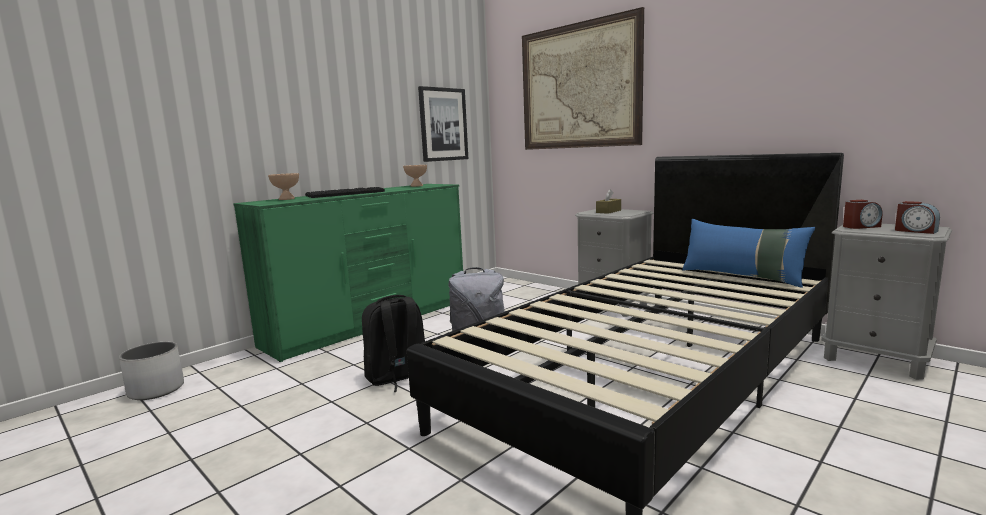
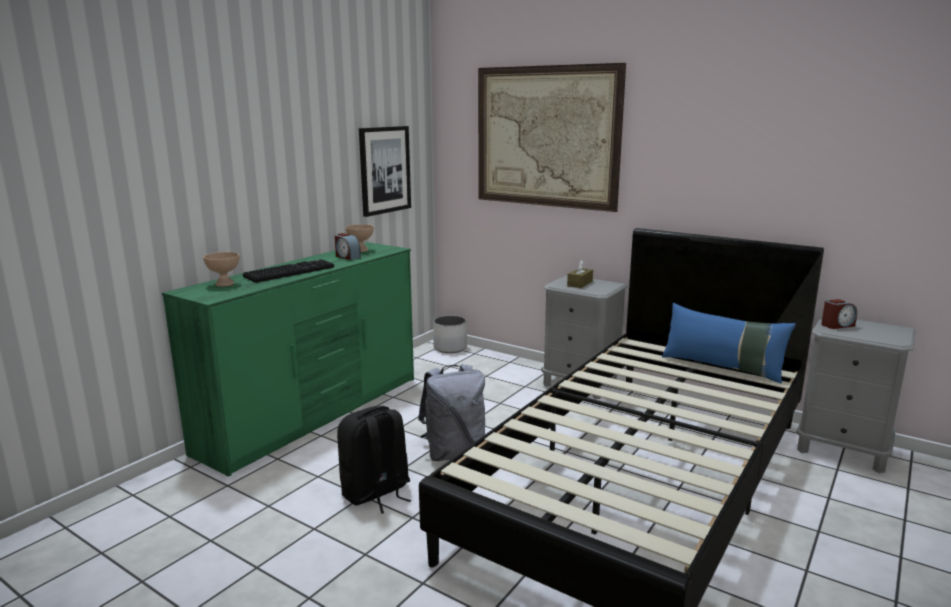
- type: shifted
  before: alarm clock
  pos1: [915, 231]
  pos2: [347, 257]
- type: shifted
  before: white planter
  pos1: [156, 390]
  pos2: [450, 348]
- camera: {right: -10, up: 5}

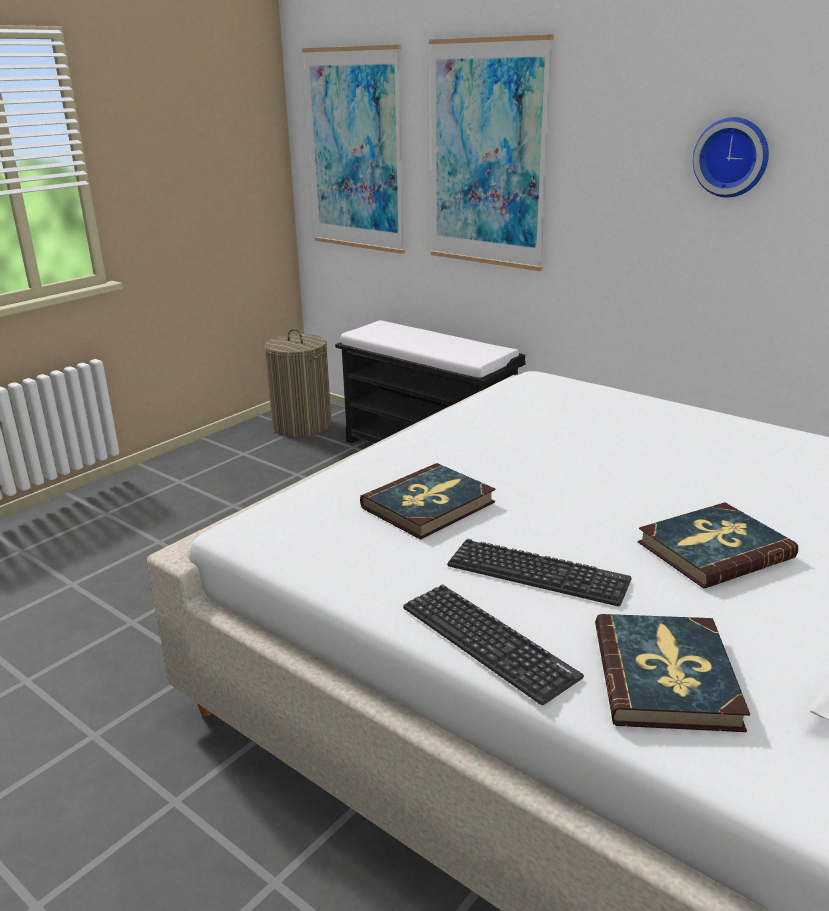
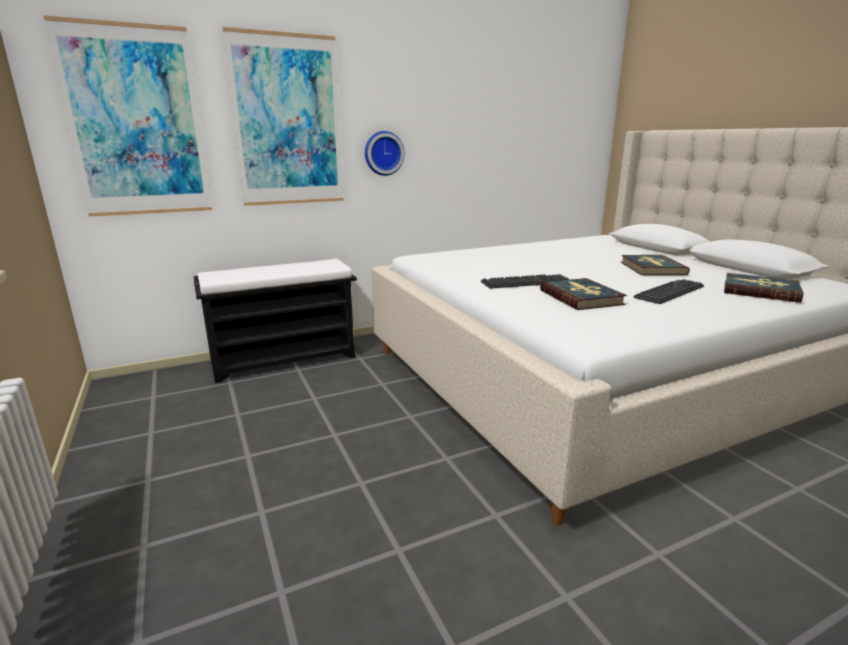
- type: shifted
  before: wall clock
  pos1: [732, 157]
  pos2: [383, 153]
- type: gone
  before: laundry basket
  pos1: [301, 425]
- type: shifted
  before: keyboard
  pos1: [487, 641]
  pos2: [525, 282]
- camera: {right: -65, up: -5}

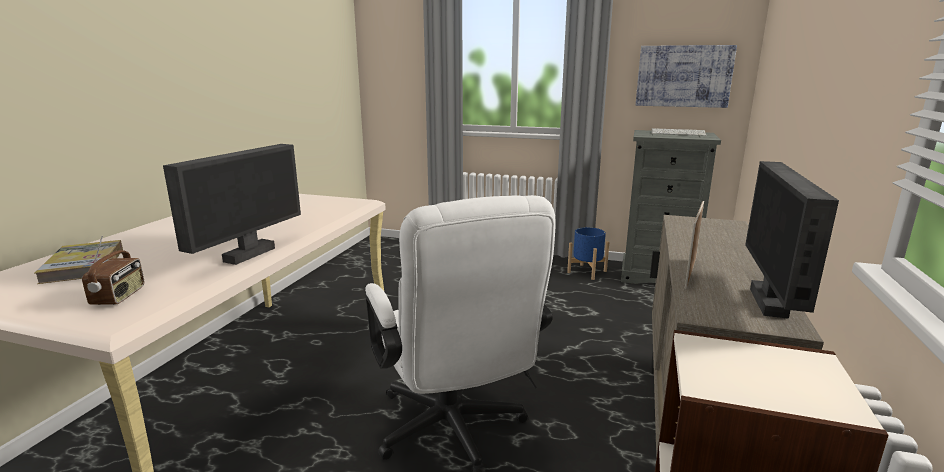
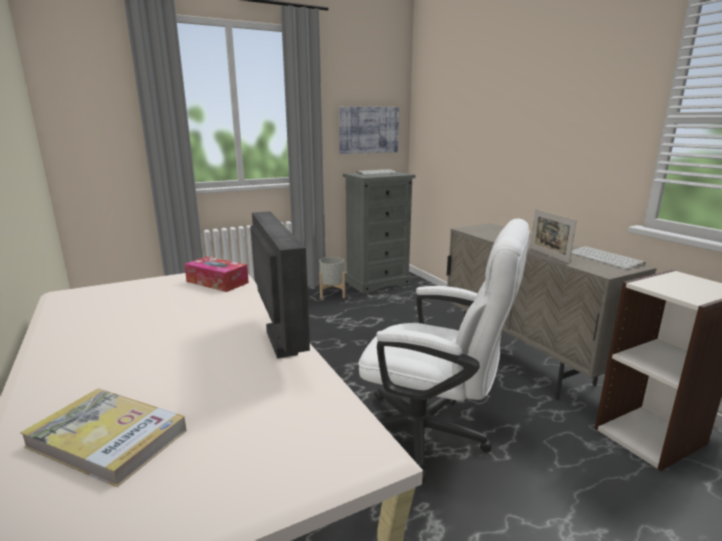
- type: swapped
  before: monitor
  after: keyboard
  pos1: [771, 303]
  pos2: [606, 258]
- type: repainted
  before: blue planter
  after: grey planter
  pos1: [586, 271]
  pos2: [332, 294]
- type: gone
  before: radio
  pos1: [119, 296]
- type: new
  after: tissue box
  pos2: [217, 282]
- camera: {right: -45, up: 0}

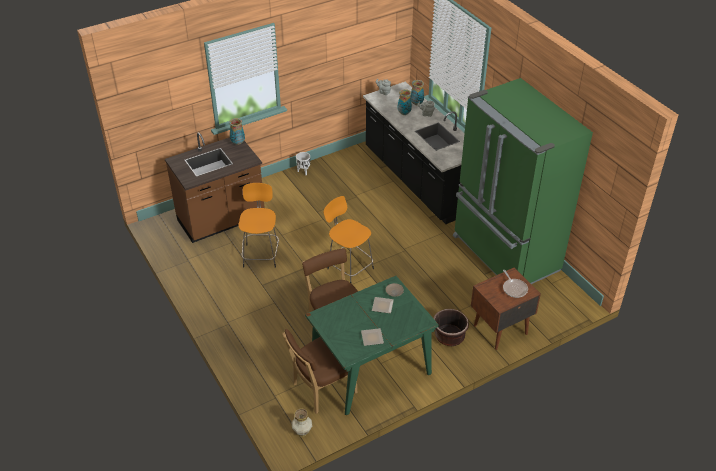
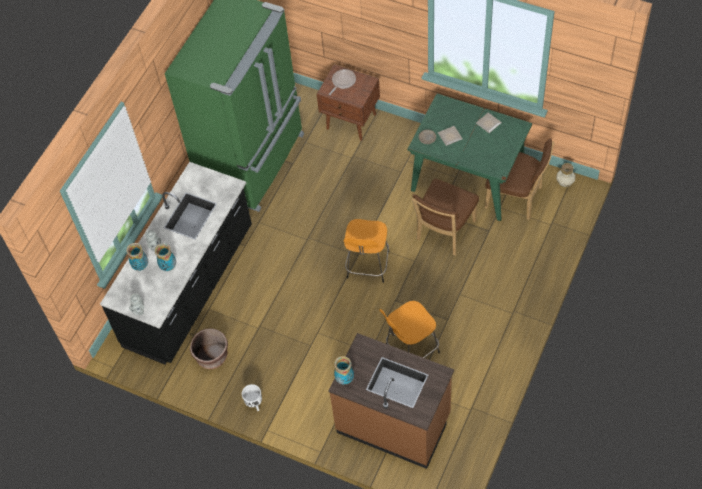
- type: shifted
  before: brown planter
  pos1: [449, 337]
  pos2: [212, 356]
- camera: {right: -120, up: 15}

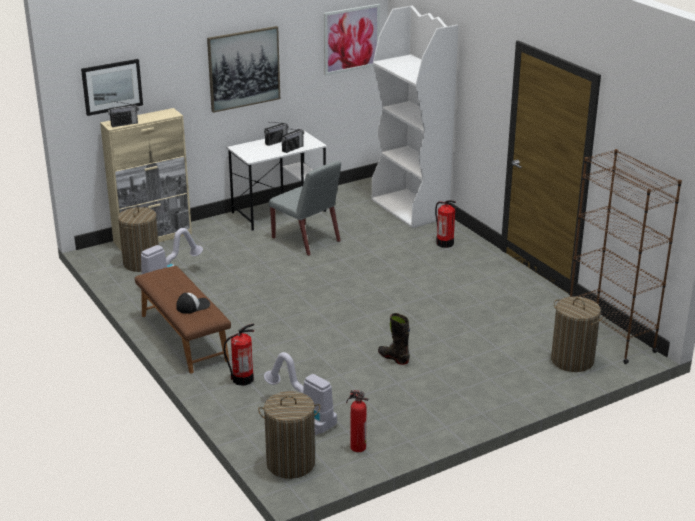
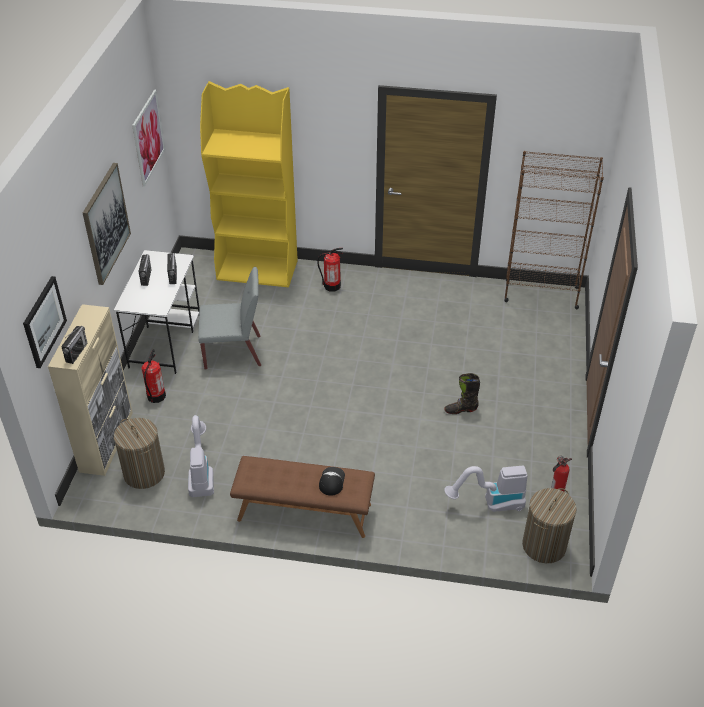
- type: repainted
  before: white bookcase
  after: yellow bookcase
  pos1: [410, 209]
  pos2: [258, 270]
- type: gone
  before: laundry basket
  pos1: [572, 360]
- type: shifted
  before: fire extinguisher
  pos1: [242, 379]
  pos2: [156, 396]
- camera: {right: -50, up: 15}

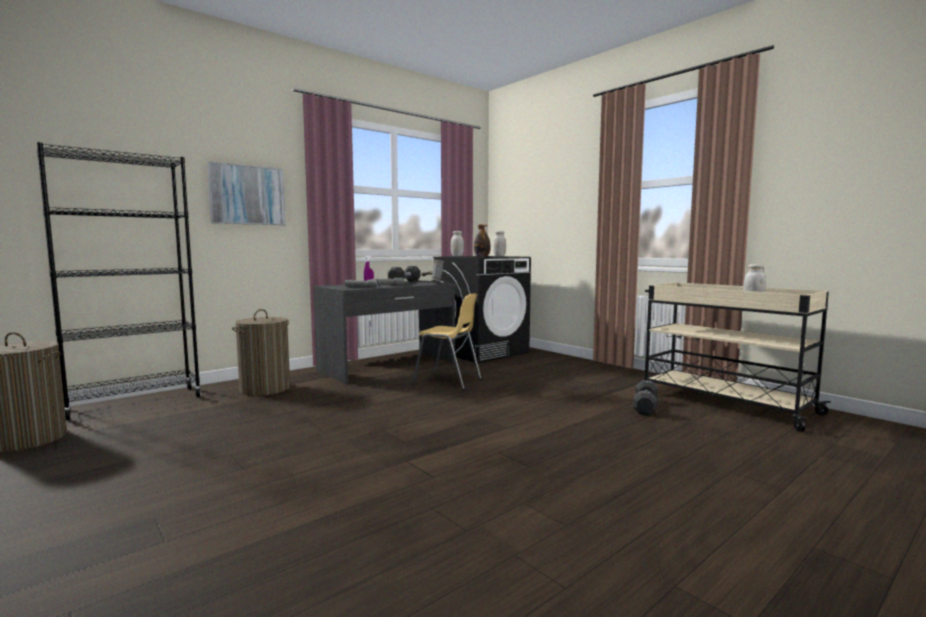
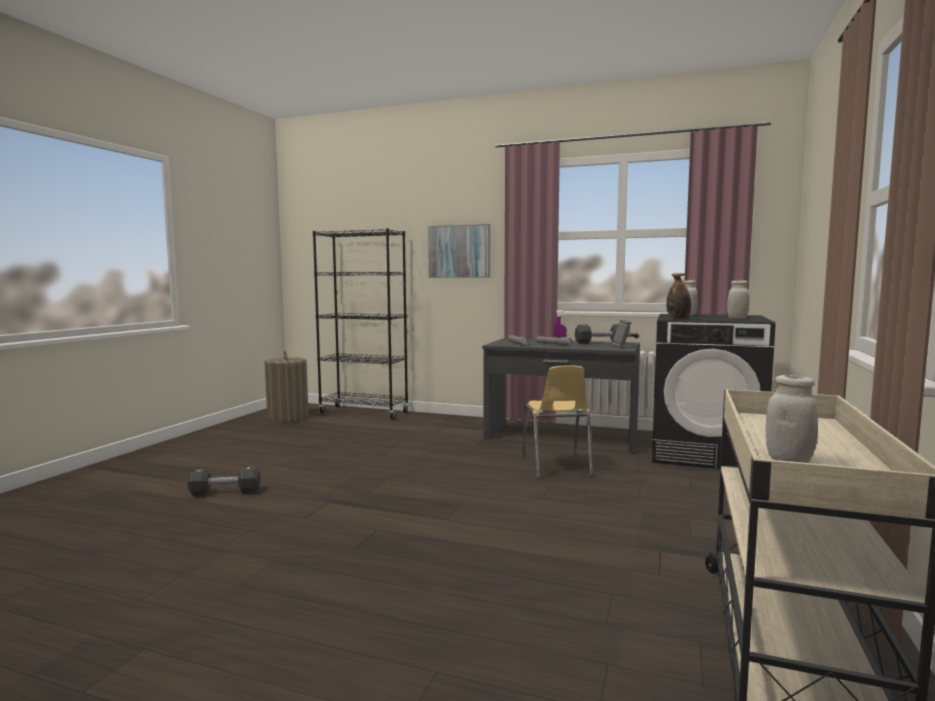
- type: gone
  before: laundry basket
  pos1: [265, 388]
- type: shifted
  before: black dumbbell
  pos1: [645, 407]
  pos2: [225, 492]
- camera: {right: 60, up: 0}

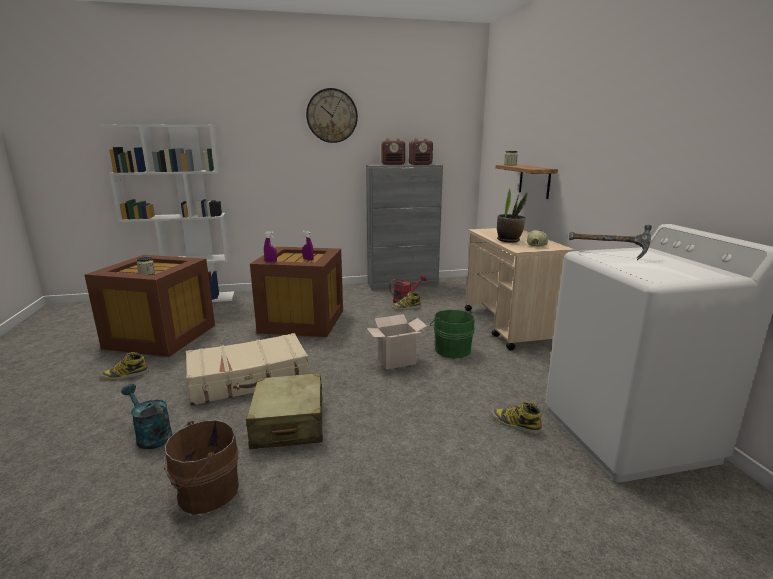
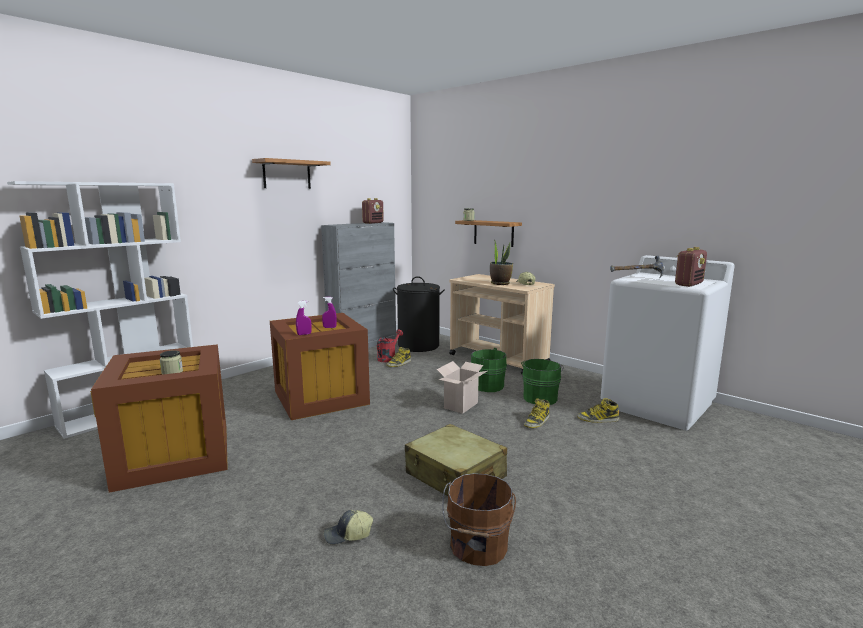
- type: swapped
  before: wall clock
  after: shelf
  pos1: [332, 116]
  pos2: [287, 174]
- type: shifted
  before: radio
  pos1: [393, 164]
  pos2: [688, 284]
- type: gone
  before: beige suitcase
  pos1: [249, 379]
- type: shifted
  before: boot
  pos1: [125, 375]
  pos2: [537, 421]
- type: swapped
  before: turquoise watering can
  after: cap
  pos1: [151, 435]
  pos2: [348, 535]
- type: new
  after: black laundry basket
  pos2: [418, 345]
- type: new
  after: green bucket
  pos2: [540, 397]
- camera: {right: -35, up: -5}

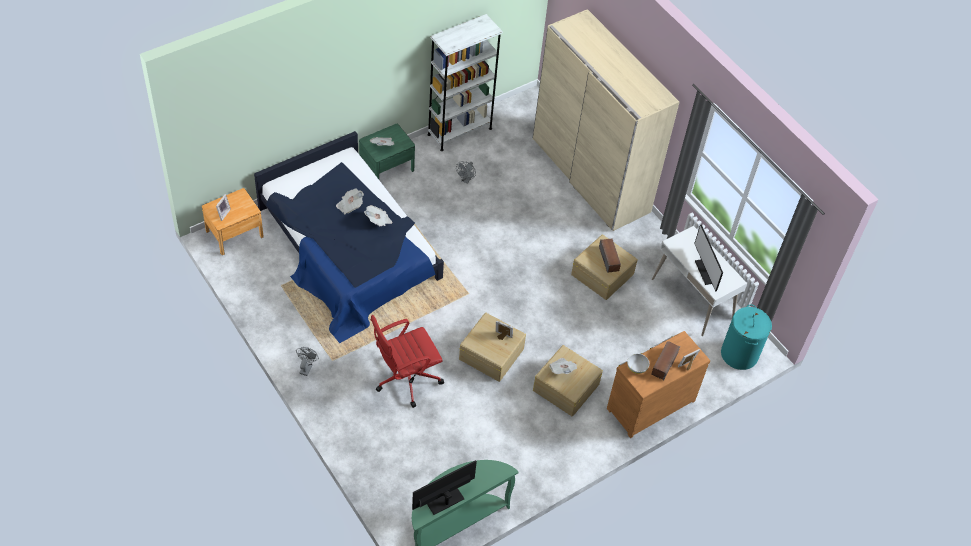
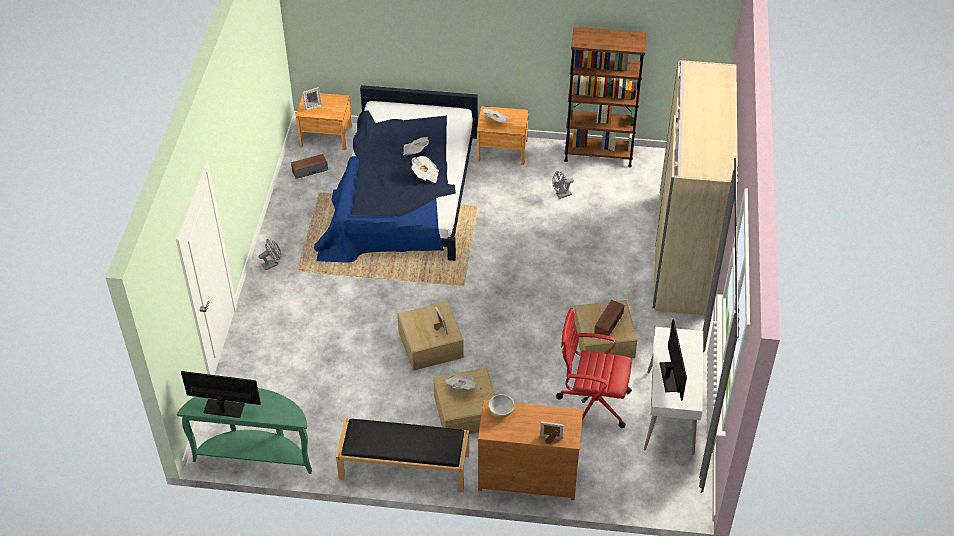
- type: repainted
  before: white bookcase
  after: brown bookcase
  pos1: [459, 131]
  pos2: [598, 154]
- type: repainted
  before: green nightstand
  after: brown nightstand
  pos1: [386, 167]
  pos2: [502, 150]
- type: rotated
  before: monitor
  pos1: [706, 271]
  pos2: [670, 377]
  turn: 150
- type: gone
  before: turquoise laundry basket
  pos1: [739, 354]
- type: shifted
  before: red office chair
  pos1: [405, 378]
  pos2: [592, 403]
- type: shifted
  before: speaker
  pos1: [664, 363]
  pos2: [309, 170]
- type: new
  after: black bench
  pos2: [403, 466]
- camera: {right: 45, up: -5}

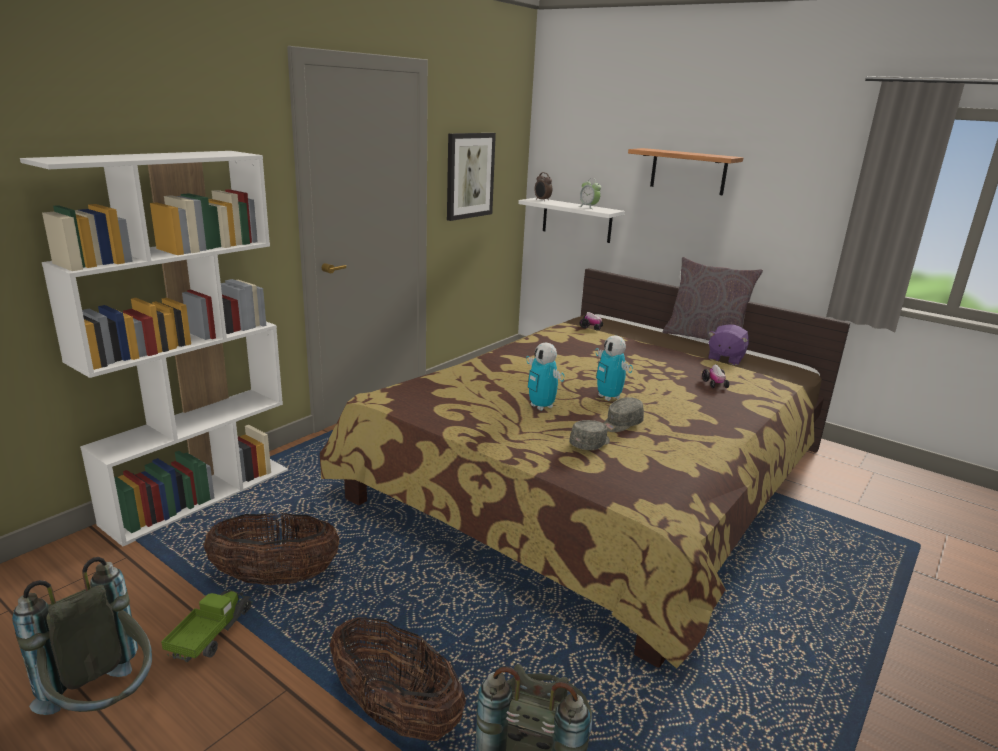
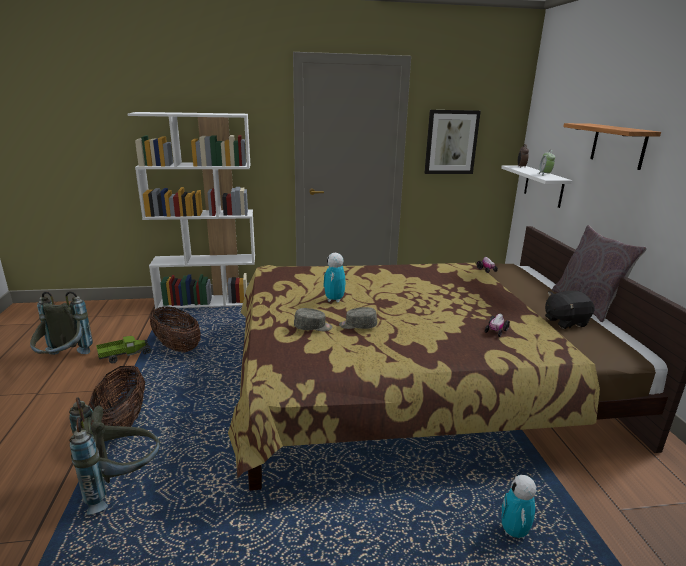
- type: repainted
  before: purple plush toy
  after: black plush toy
  pos1: [725, 358]
  pos2: [565, 322]
- type: shifted
  before: toy robot
  pos1: [608, 397]
  pos2: [513, 532]
- camera: {right: 45, up: 0}

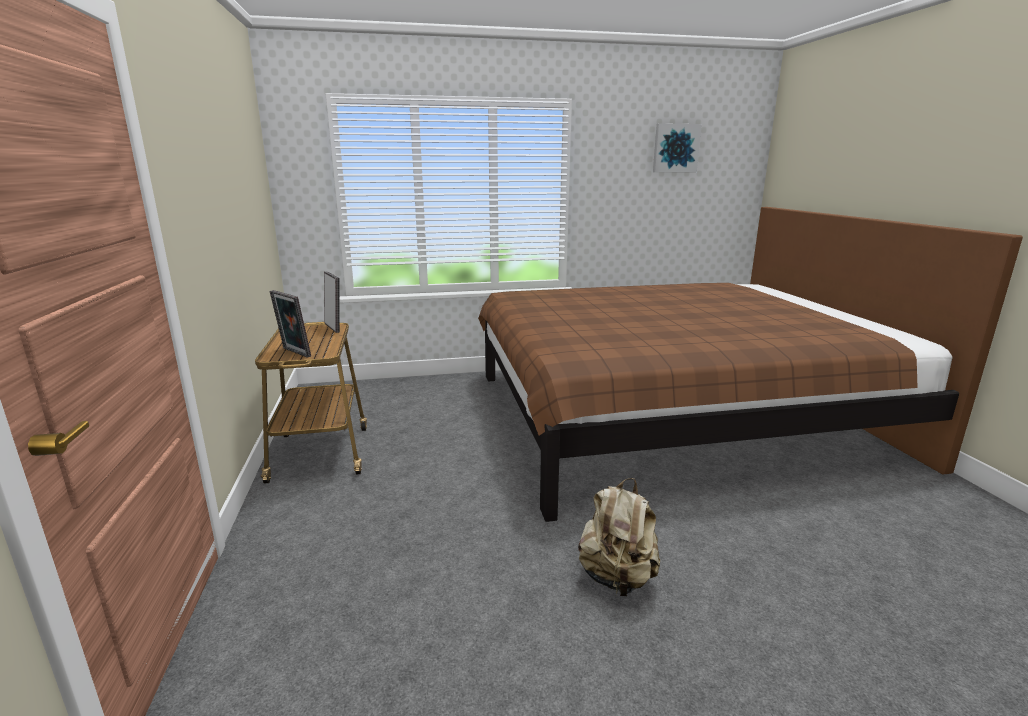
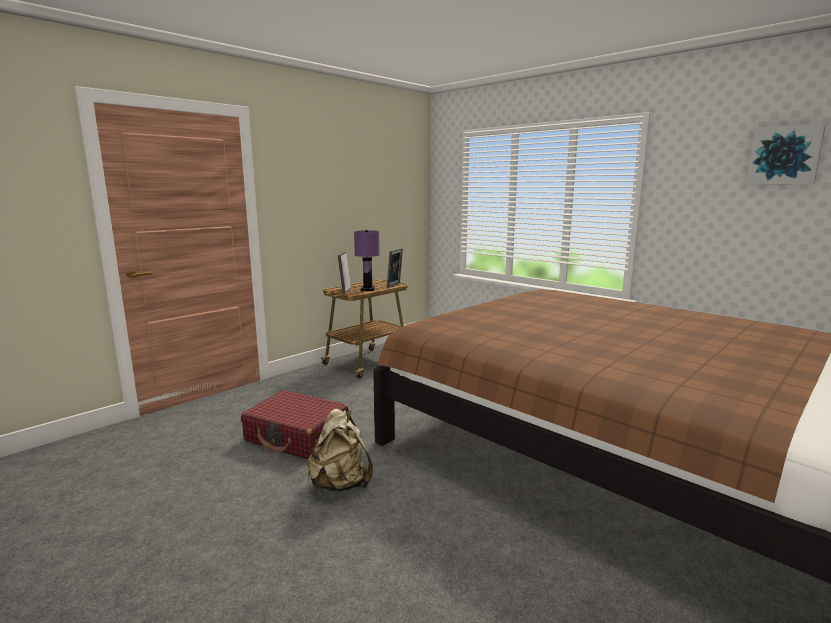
- type: new
  after: purple table lamp
  pos2: [368, 289]
- type: new
  after: red suitcase
  pos2: [297, 436]
- camera: {right: 55, up: -5}

